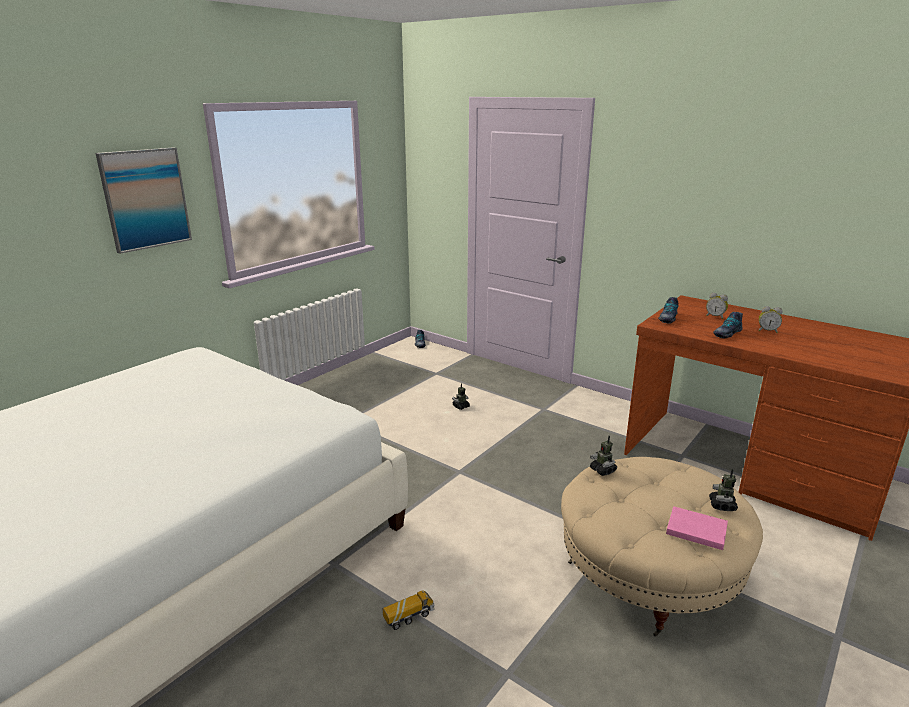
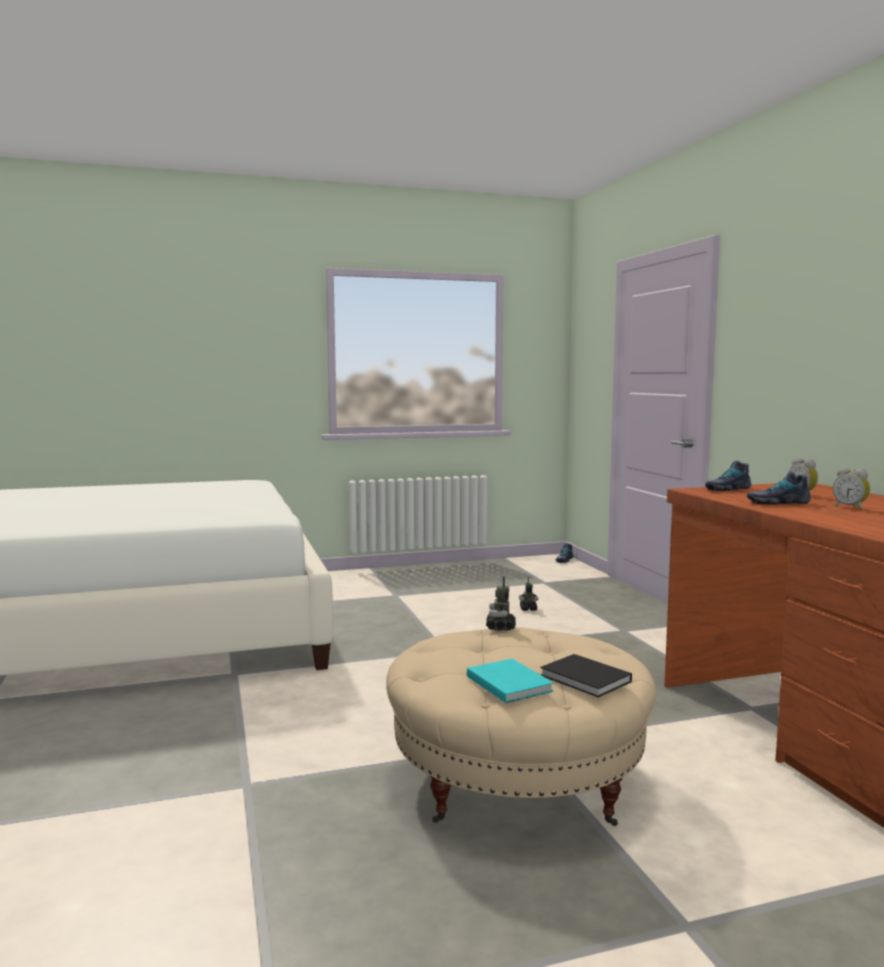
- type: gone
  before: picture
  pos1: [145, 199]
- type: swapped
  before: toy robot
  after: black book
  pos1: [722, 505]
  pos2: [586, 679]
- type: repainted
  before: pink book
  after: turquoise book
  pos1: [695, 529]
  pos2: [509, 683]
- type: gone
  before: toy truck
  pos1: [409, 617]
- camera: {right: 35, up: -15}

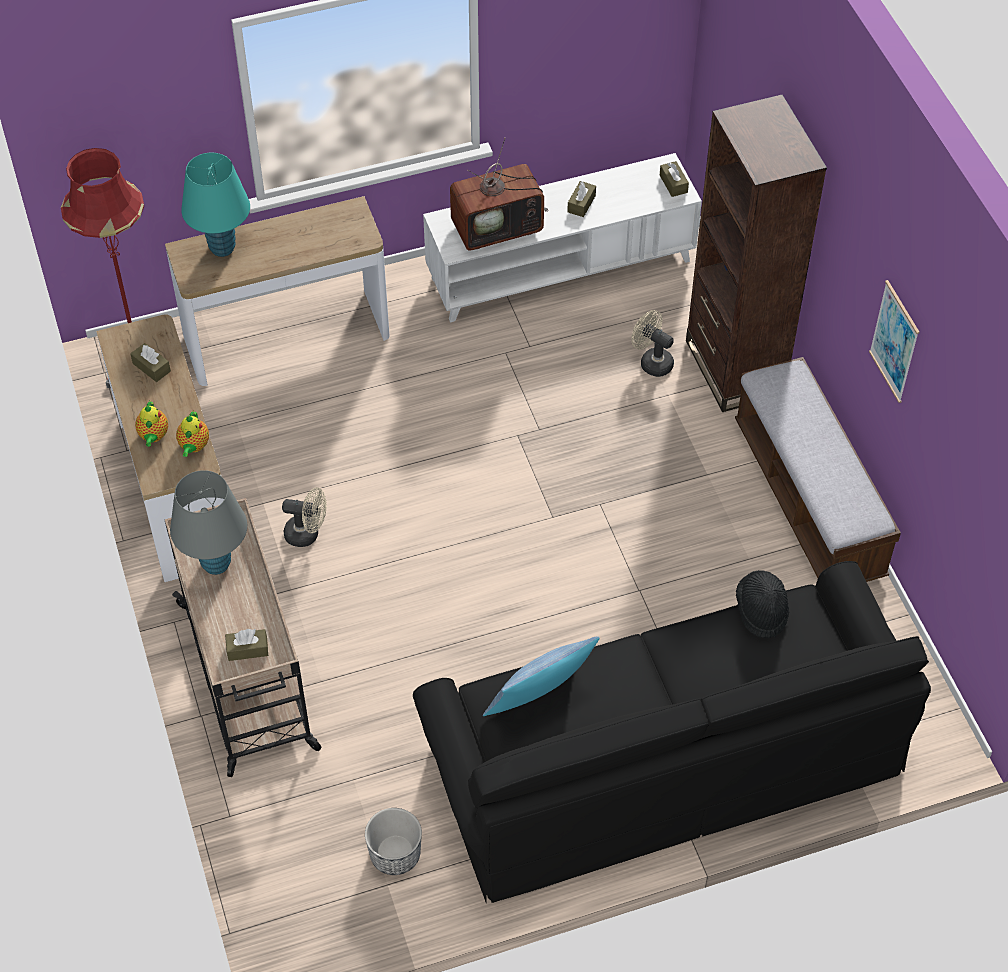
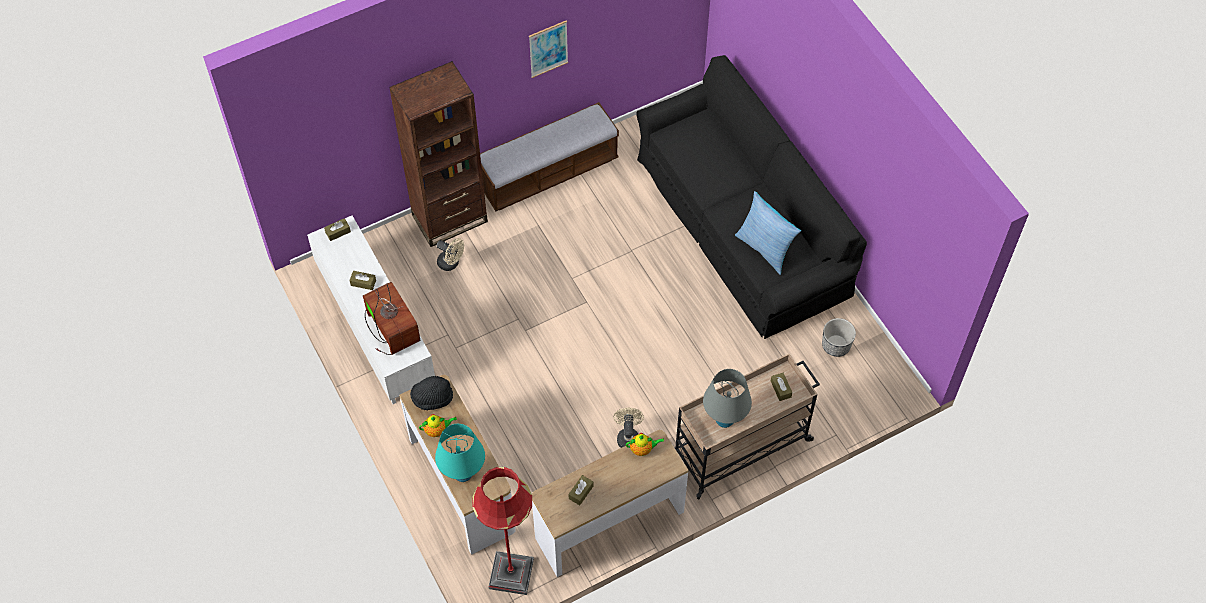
- type: rotated
  before: beige fan
  pos1: [652, 361]
  pos2: [451, 263]
  turn: -90
- type: shifted
  before: teapot
  pos1: [153, 436]
  pos2: [437, 430]
- type: shifted
  before: black hat
  pos1: [761, 611]
  pos2: [432, 398]
- camera: {right: -100, up: 5}

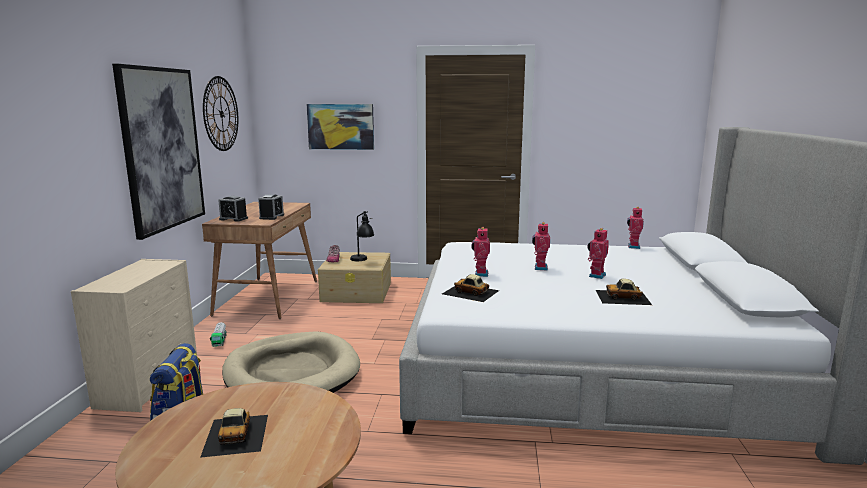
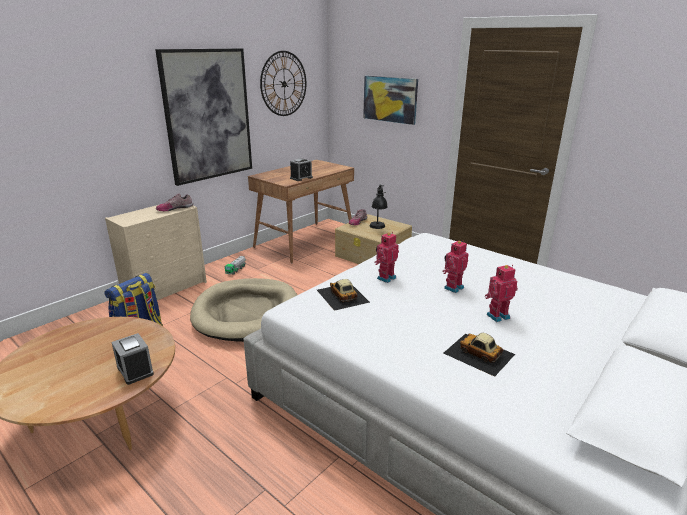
- type: shifted
  before: alarm clock
  pos1: [233, 219]
  pos2: [135, 370]
- type: gone
  before: toy robot
  pos1: [632, 246]
- type: gone
  before: toy car
  pos1: [236, 434]
- type: new
  after: shoe
  pos2: [175, 208]
- camera: {right: 35, up: 10}

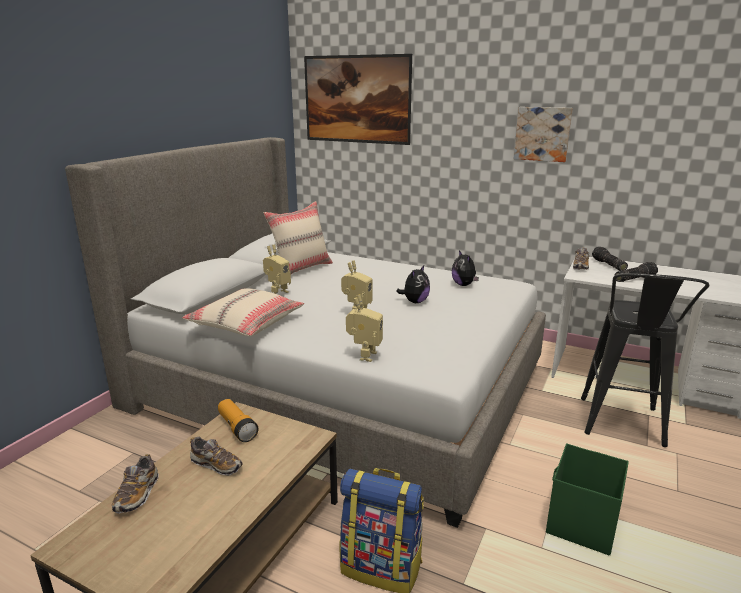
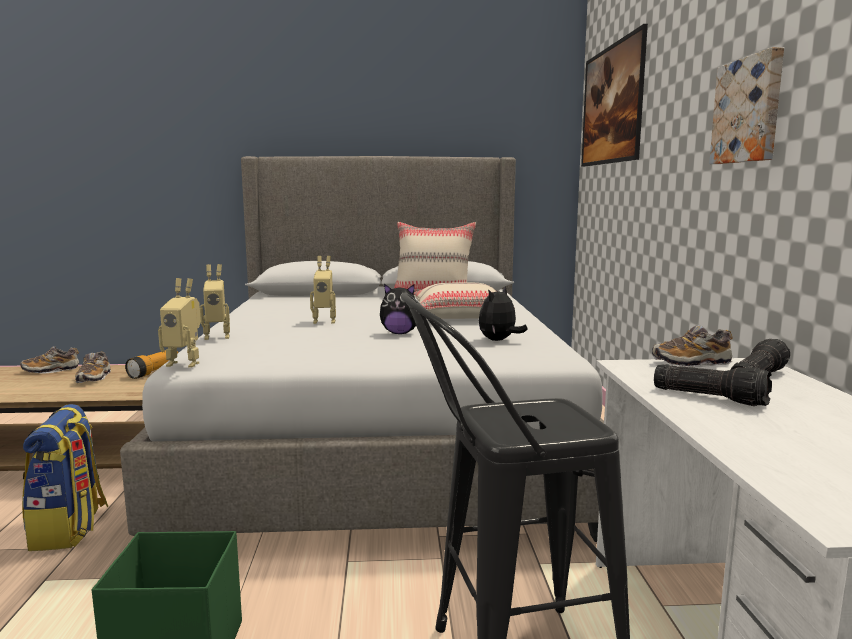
- type: shifted
  before: toy robot
  pos1: [277, 293]
  pos2: [185, 363]
- type: shifted
  before: beige pillow
  pos1: [246, 323]
  pos2: [460, 315]
- camera: {right: 60, up: -10}

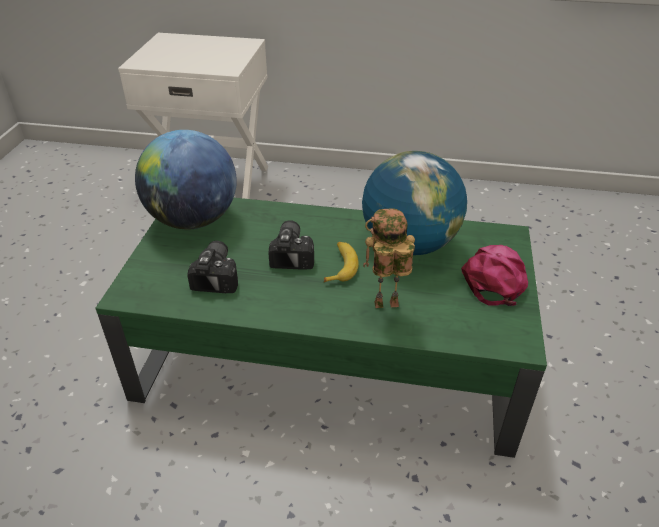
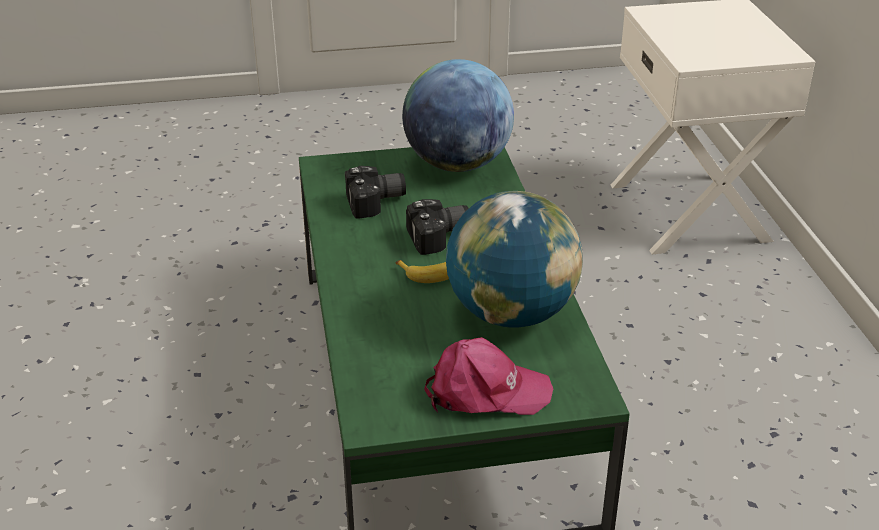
- type: gone
  before: toy robot
  pos1: [385, 307]
- camera: {right: 70, up: -5}

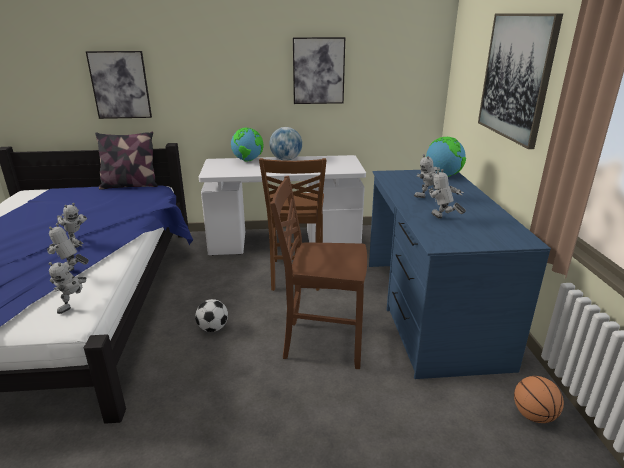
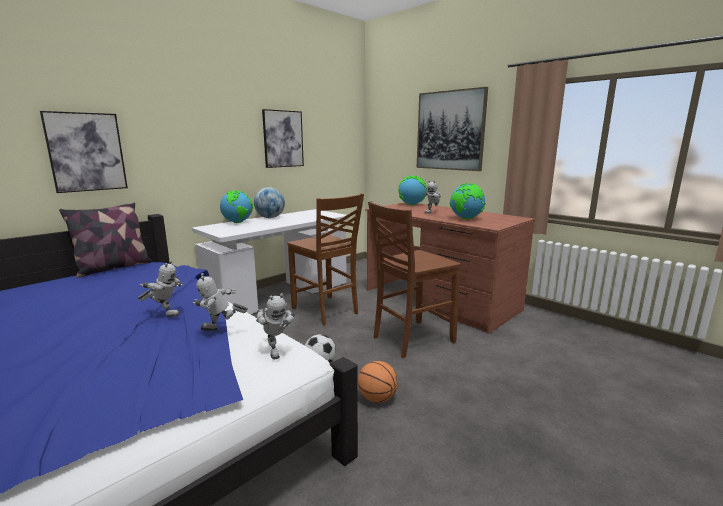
- type: swapped
  before: toy robot
  after: globe
  pos1: [442, 220]
  pos2: [466, 219]
- type: repainted
  before: blue desk
  after: brown desk
  pos1: [430, 310]
  pos2: [440, 300]
- type: shifted
  before: basketball
  pos1: [533, 415]
  pos2: [377, 398]
- camera: {right: -40, up: -10}

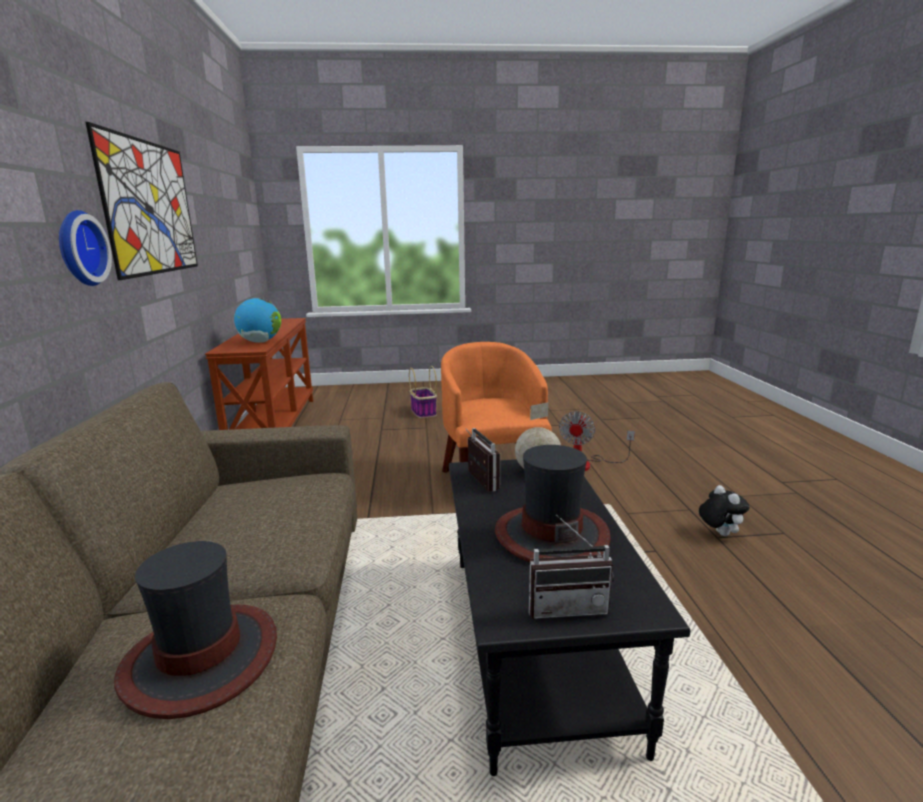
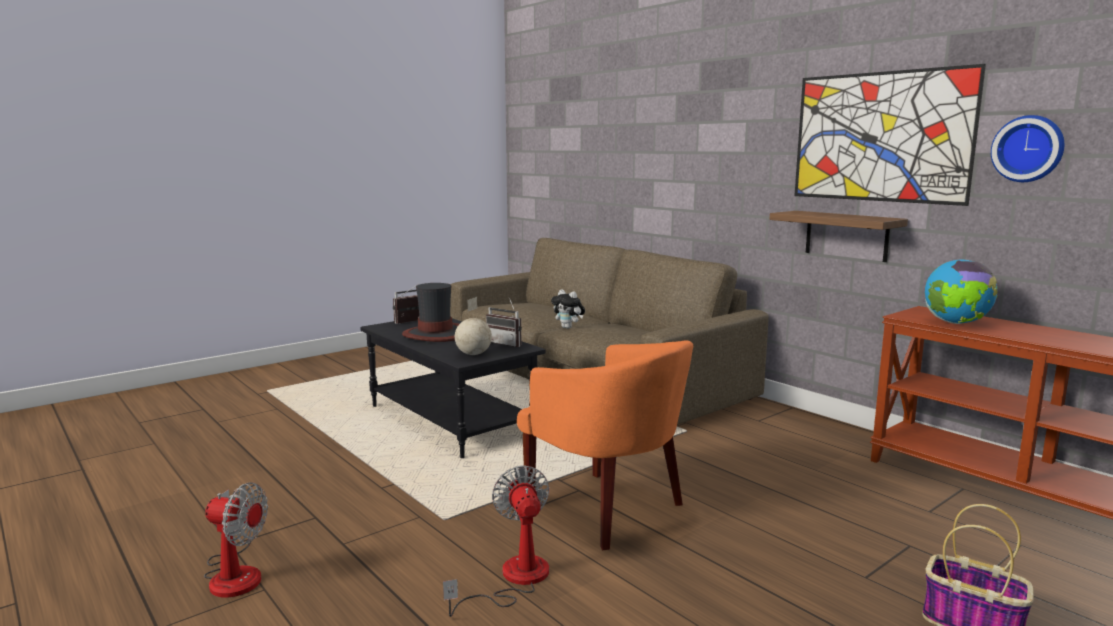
- type: shifted
  before: wall clock
  pos1: [78, 248]
  pos2: [1028, 149]
- type: shifted
  before: plush toy
  pos1: [719, 533]
  pos2: [568, 327]
- type: gone
  before: hat
  pos1: [201, 659]
- type: new
  after: shelf
  pos2: [846, 235]
- type: new
  after: fan
  pos2: [235, 573]
- camera: {right: 145, up: -5}

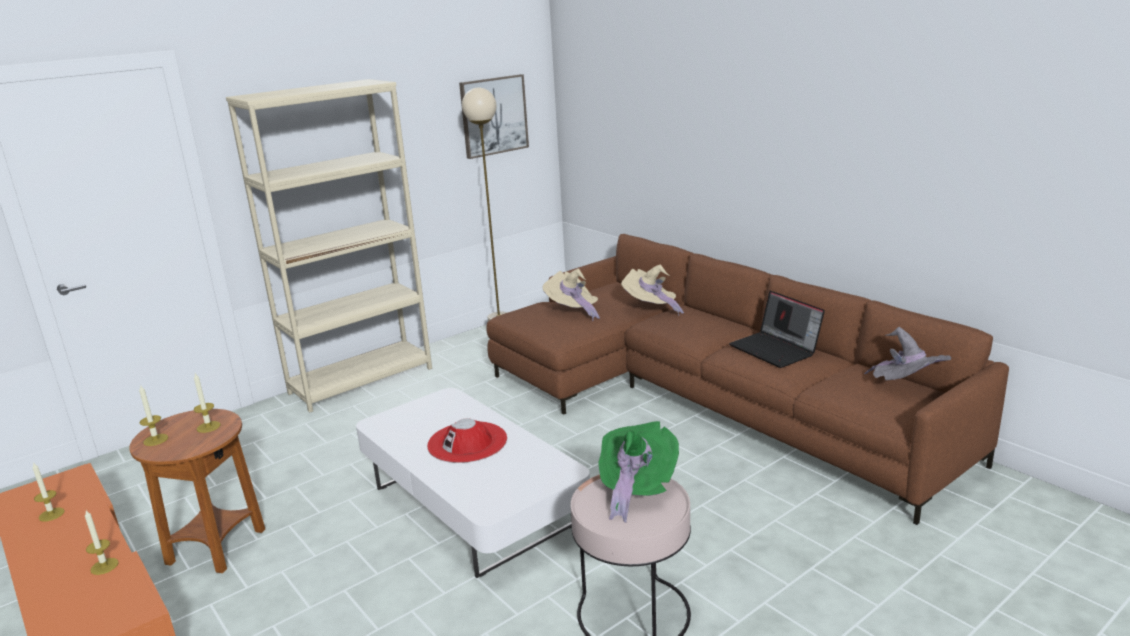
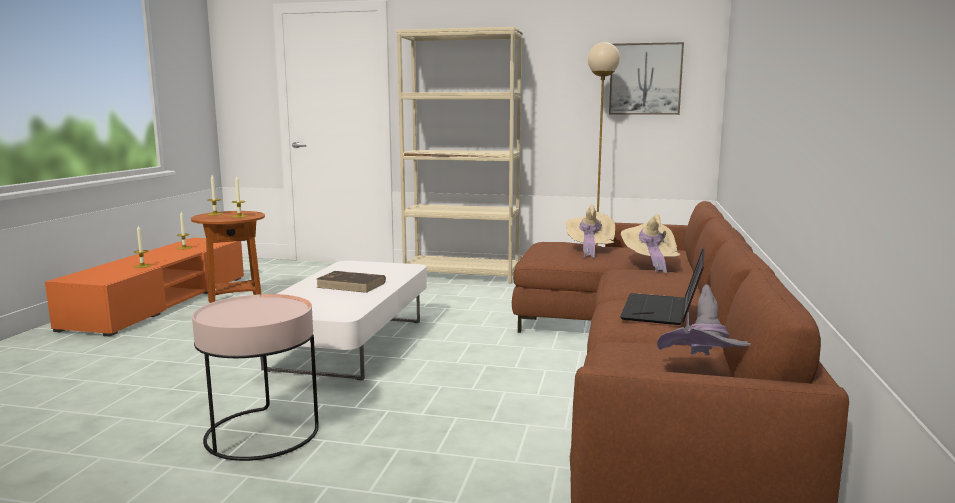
- type: swapped
  before: red hat
  after: brown book
  pos1: [467, 442]
  pos2: [352, 285]
- type: gone
  before: green hat
  pos1: [635, 489]
- camera: {right: 50, up: -10}

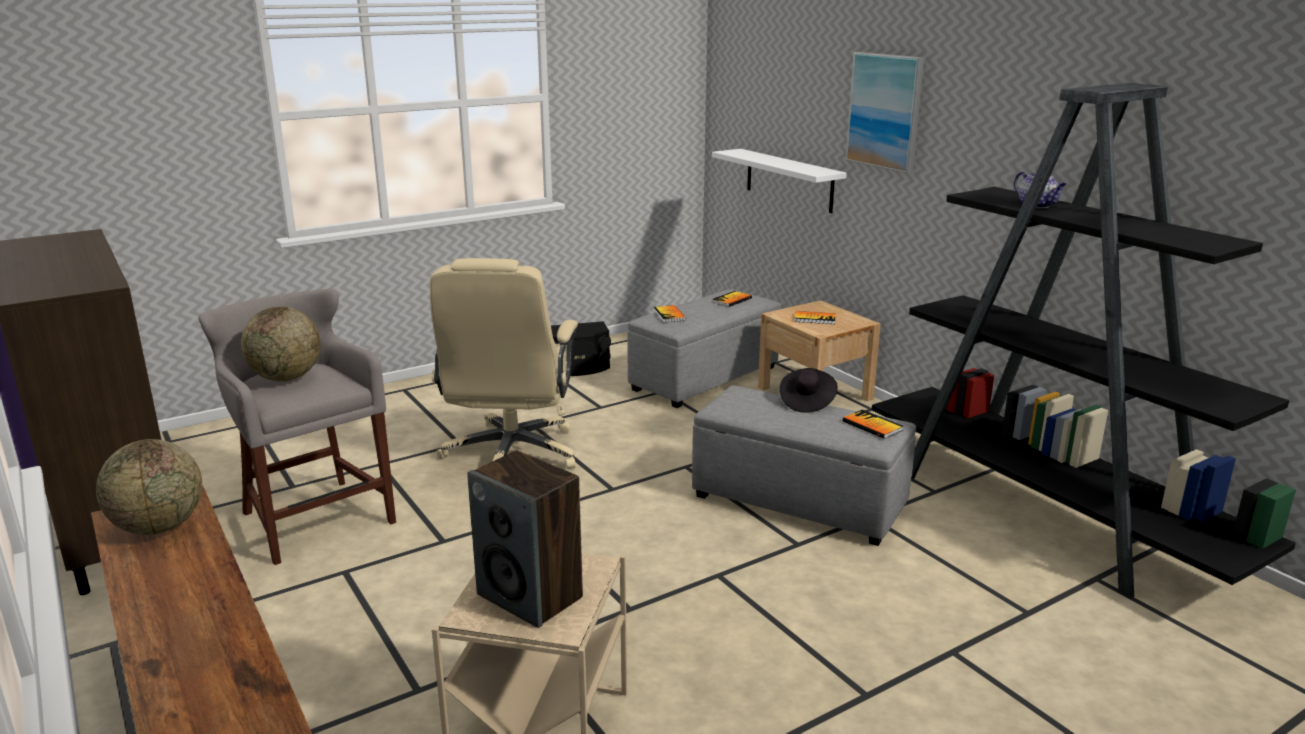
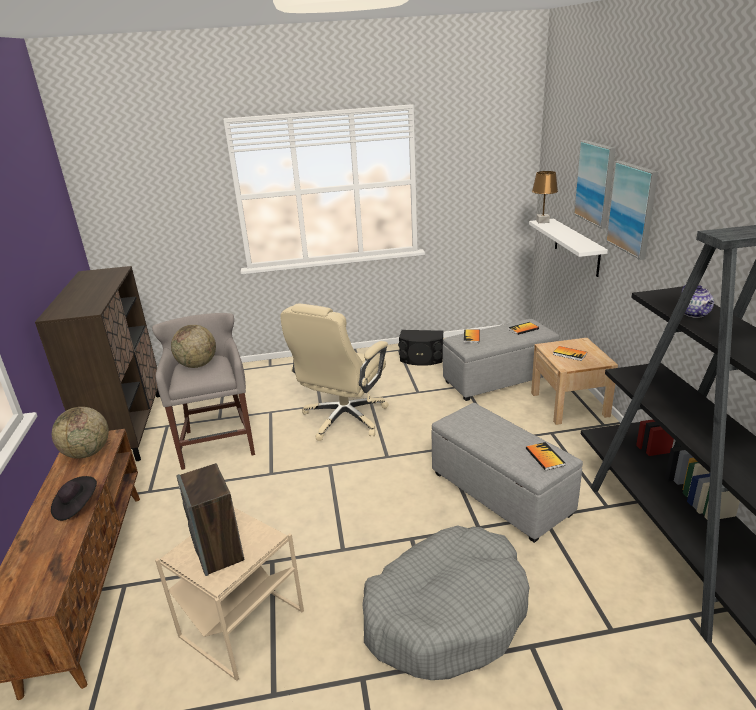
- type: shifted
  before: black hat
  pos1: [806, 402]
  pos2: [76, 506]
- type: new
  after: picture
  pos2: [595, 183]
- type: new
  after: brown table lamp
  pos2: [542, 221]
- type: new
  after: grey dog bed
  pos2: [446, 613]
- camera: {right: 25, up: 5}

